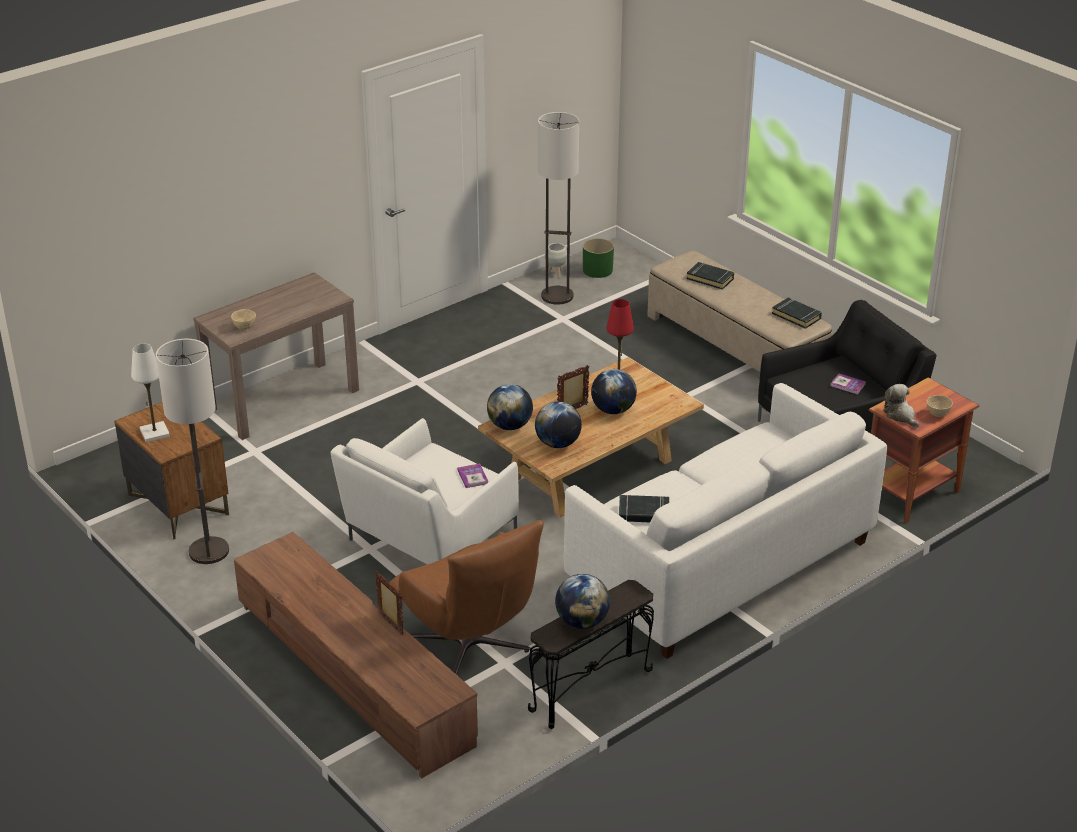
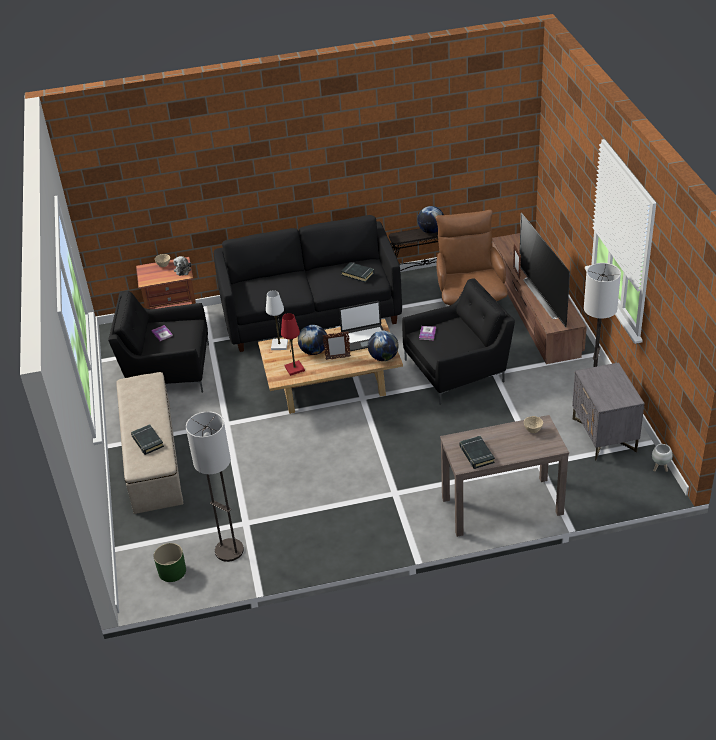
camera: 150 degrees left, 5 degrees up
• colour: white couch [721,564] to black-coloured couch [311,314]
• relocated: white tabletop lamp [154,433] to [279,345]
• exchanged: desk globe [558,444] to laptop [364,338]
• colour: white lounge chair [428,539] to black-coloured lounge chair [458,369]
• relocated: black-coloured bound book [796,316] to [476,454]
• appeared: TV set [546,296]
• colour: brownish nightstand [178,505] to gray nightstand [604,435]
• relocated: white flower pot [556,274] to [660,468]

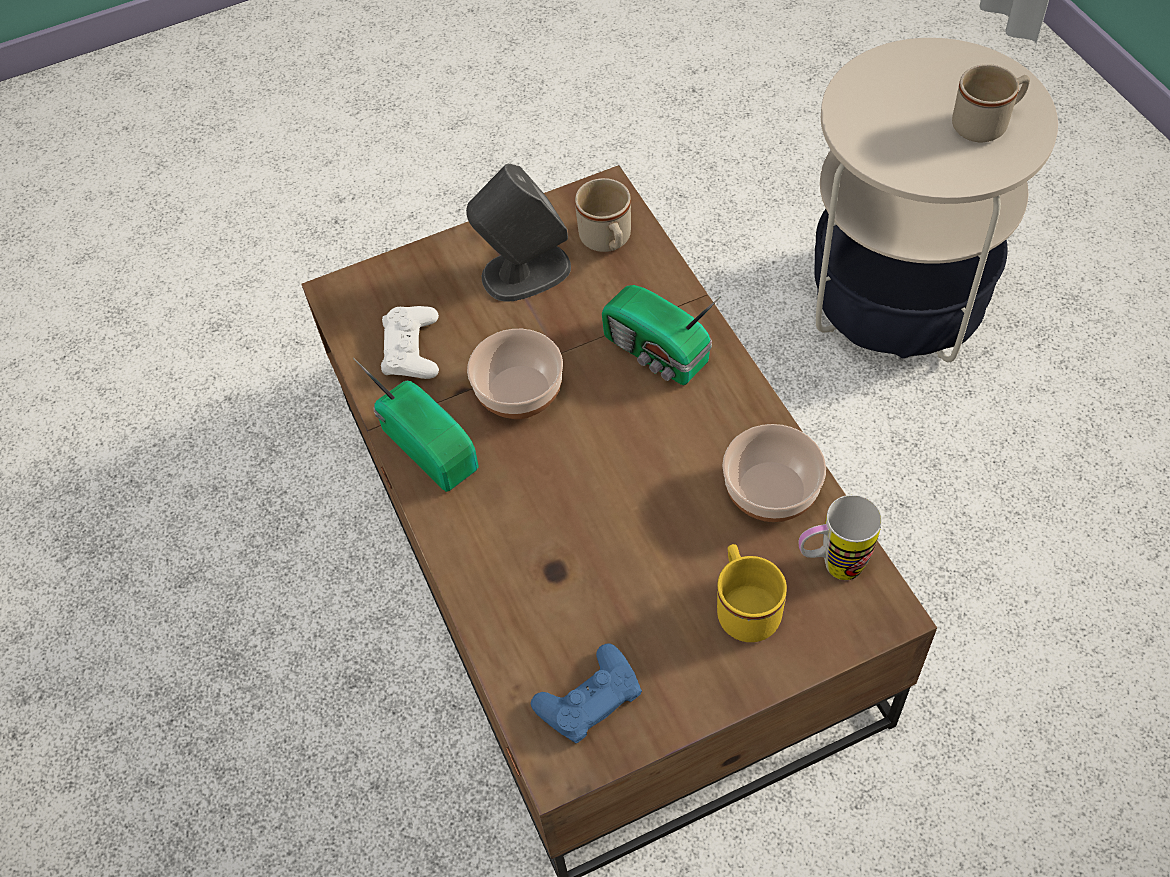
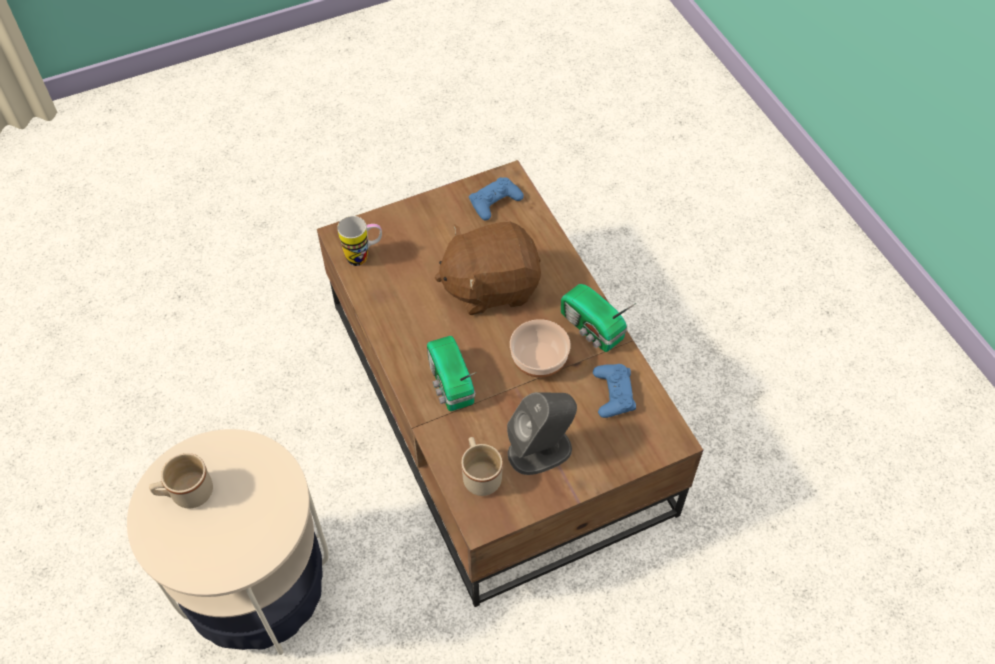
camera: 175 degrees right, 0 degrees up
• spun: radio [657,353] = [449,384] 150 degrees counterclockwise
• appeared: brownish soft toy [490,286]
• colour: white game controller [412,349] to blue game controller [613,393]
• missing: yellowish tea mug [745,606]
• missing: serving bowl [771,491]

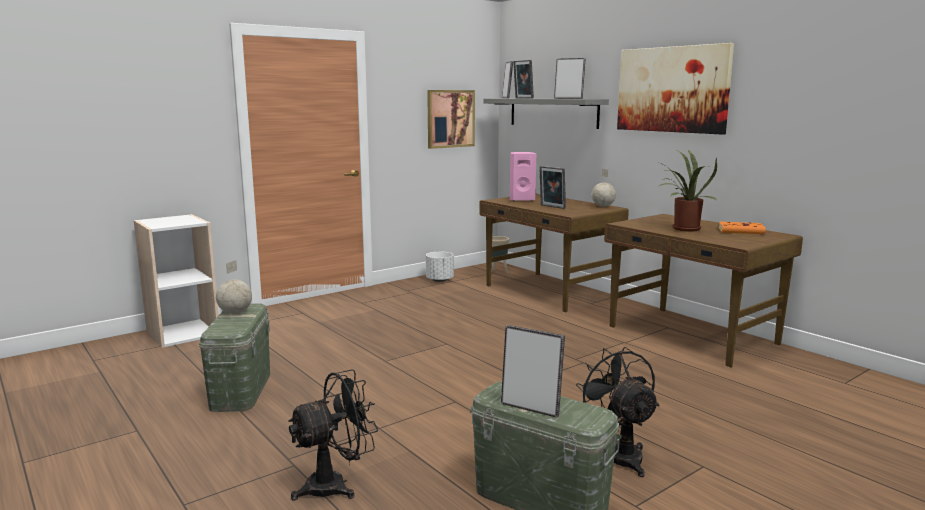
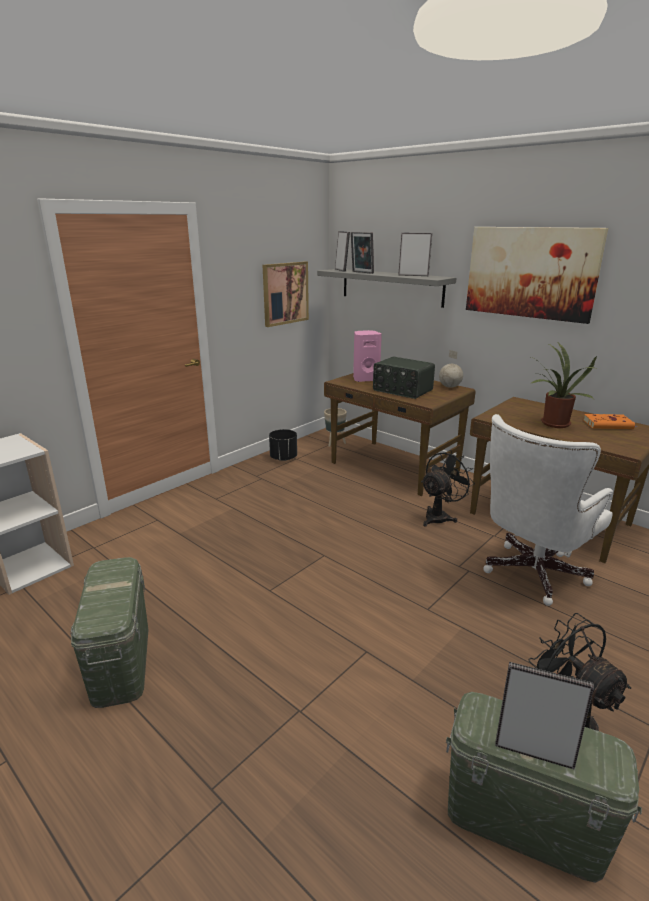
camera: 10 degrees left, 10 degrees up
• colour: white flower pot [440,280] to black-coloured flower pot [284,458]
• exchanged: standing frame [551,207] to radio [402,390]
• relocated: black-coloured fan [336,485] to [440,516]
• appeared: white office chair [532,575]
• missing: desk globe [235,313]

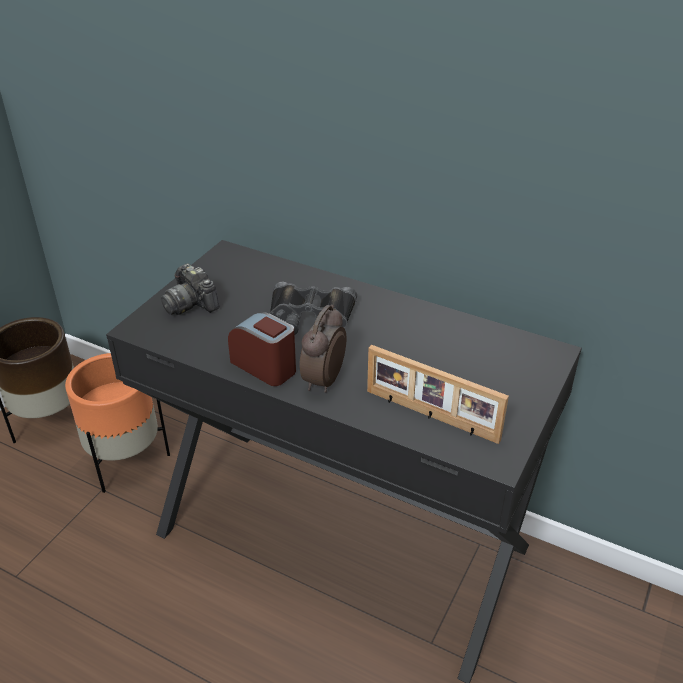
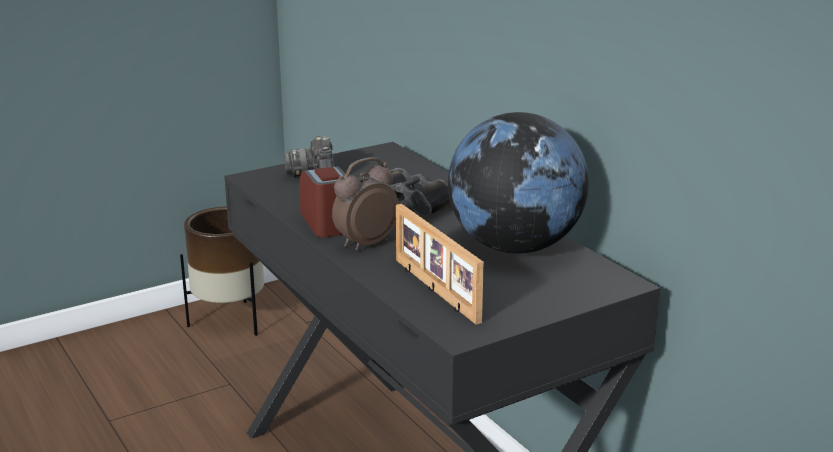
camera: 30 degrees right, 15 degrees down
• appeared: desk globe [515,247]
• missing: orangey flower pot [126,460]

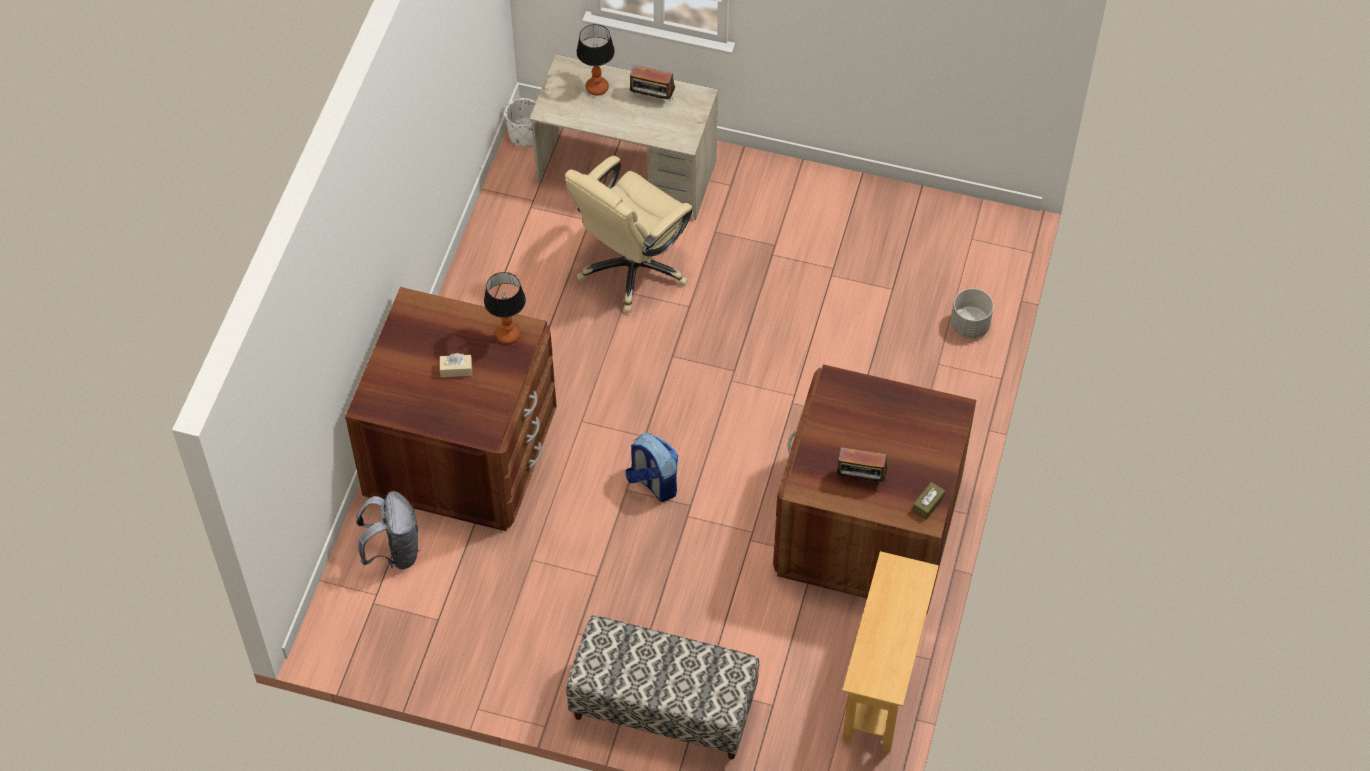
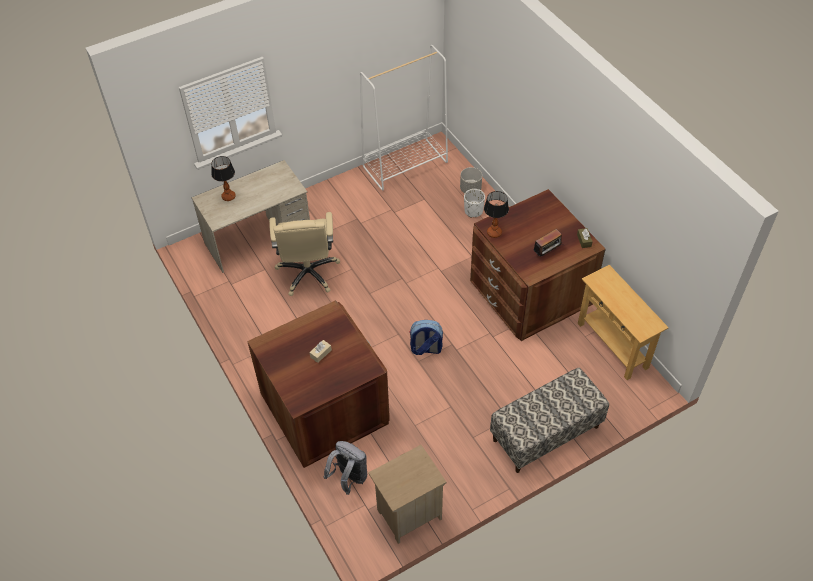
camera: 45 degrees left, 5 degrees down
• appeared: white clothes rack [405,165]
• appeared: beige-coloured nightstand [407,513]
• relocated: white flower pot [524,135] to [473,211]
• relocated: tabletop lamp [508,335] to [494,233]
• missing: radio [652,98]

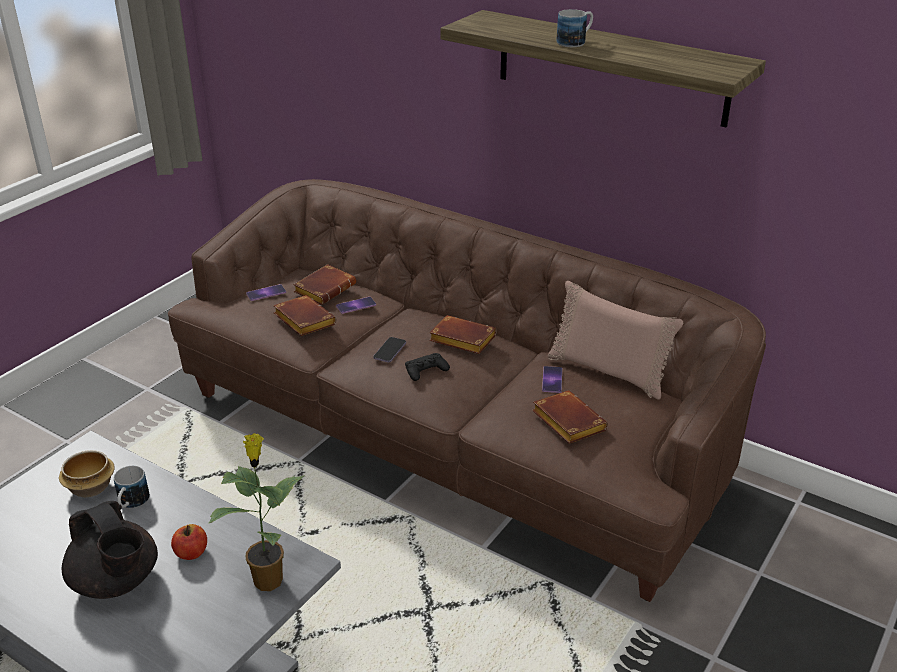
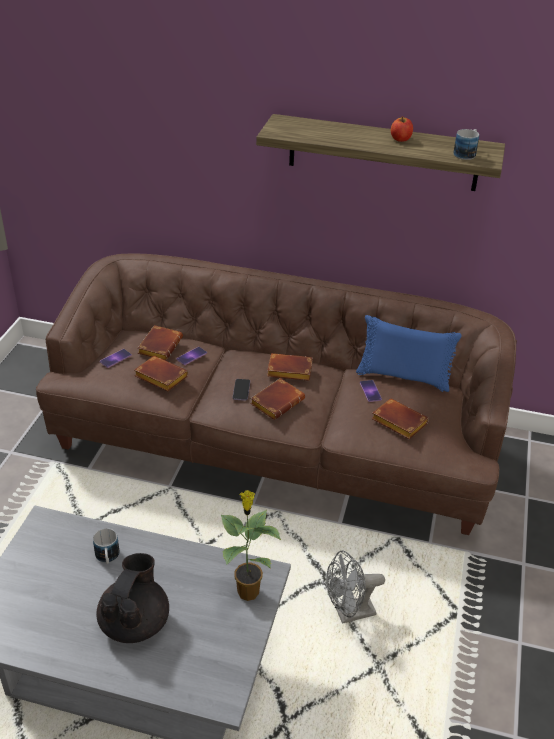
camera: 20 degrees left, 5 degrees up
• spun: black-coloured pot for tea [116,582] = [135,622] 105 degrees counterclockwise
• exchanged: black-coloured game controller [426,370] to brownish bound book [277,401]
• appeared: gray fan [349,613]
• colour: beige-coloured throw pillow [608,372] to blue throw pillow [403,377]
• relocated: whole apple [191,553] to [400,139]
• relocated: tea mug [575,42] to [466,153]
• missing: serving bowl [90,488]

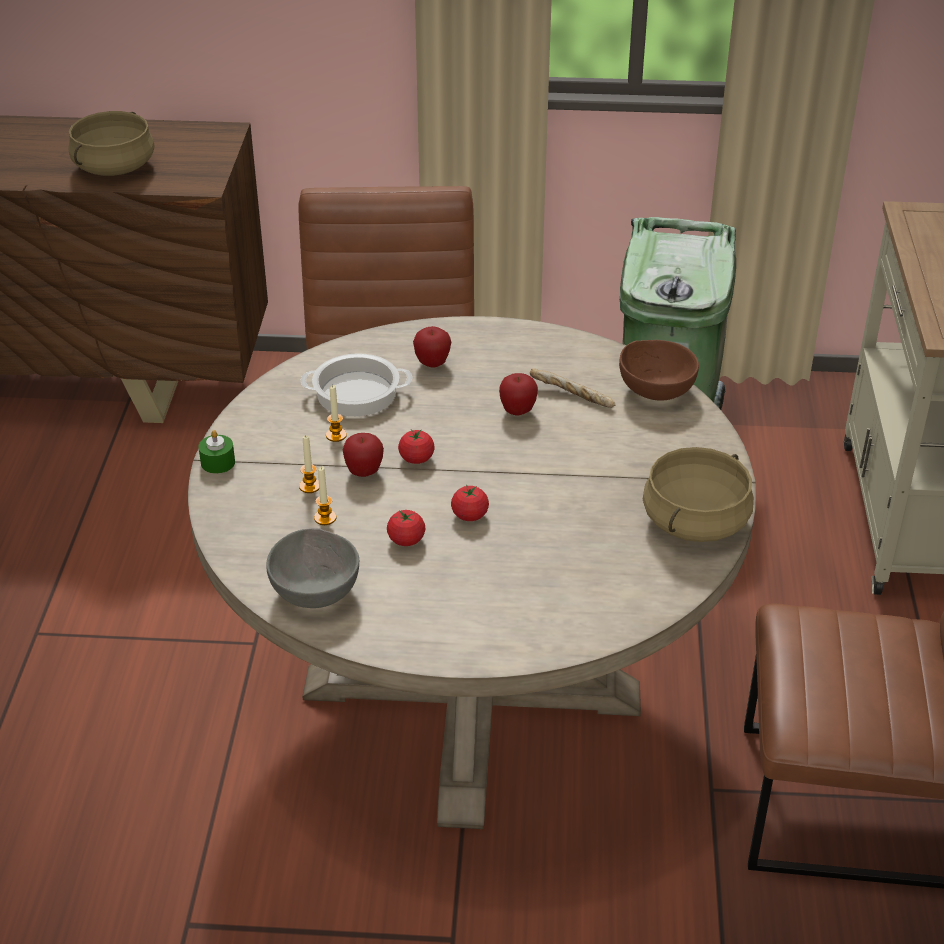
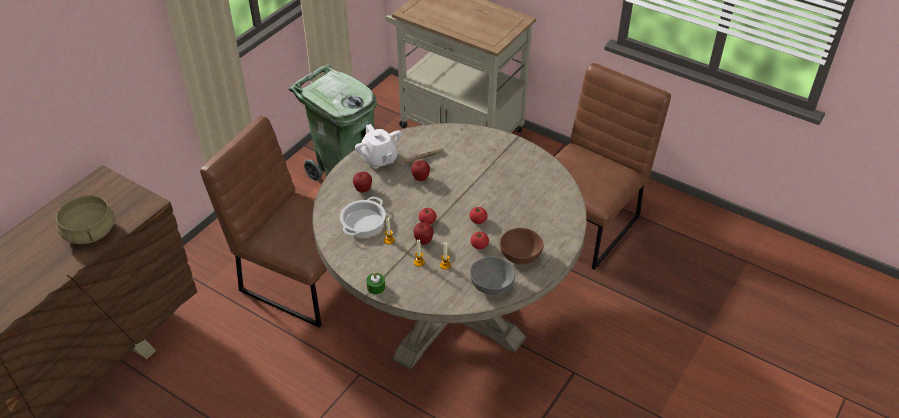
camera: 60 degrees left, 5 degrees up
• appeared: white pot for tea [379,159]
• relocated: brownish serving bowl [655,389] to [519,256]
• missing: beige-coloured saucepot [696,522]

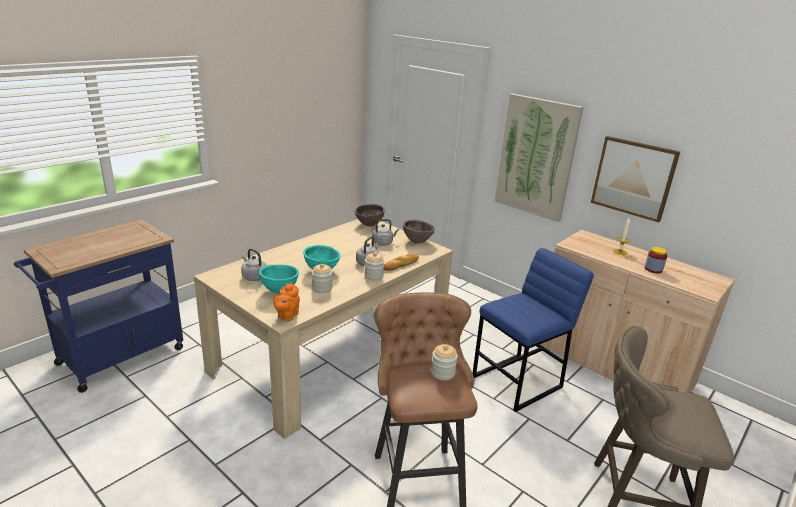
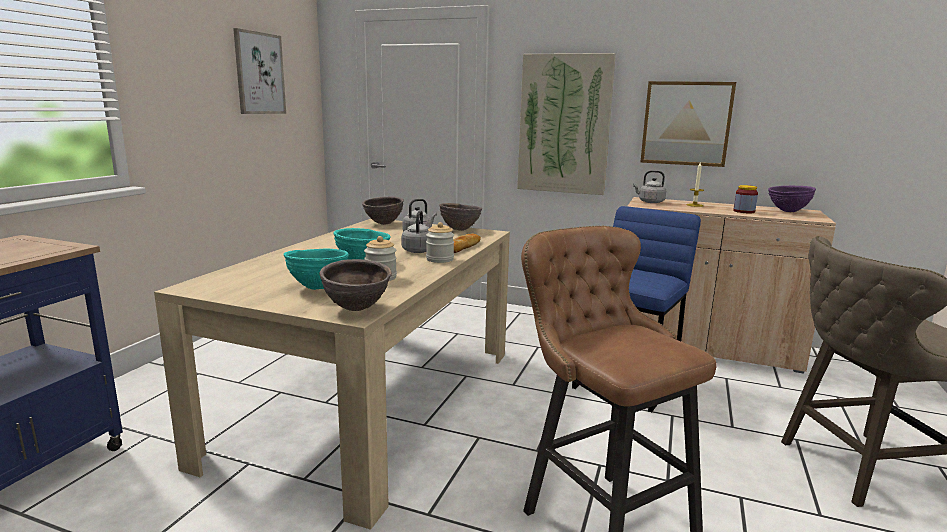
camera: 20 degrees left, 10 degrees down
• appeared: wall picture [259,73]
• exchanged: orangey pot for tea [287,316] to brownish serving bowl [356,309]
• relocated: gray tea kettle [253,277] to [649,202]
• appeared: purple serving bowl [788,211]
• missing: storage jar [442,373]

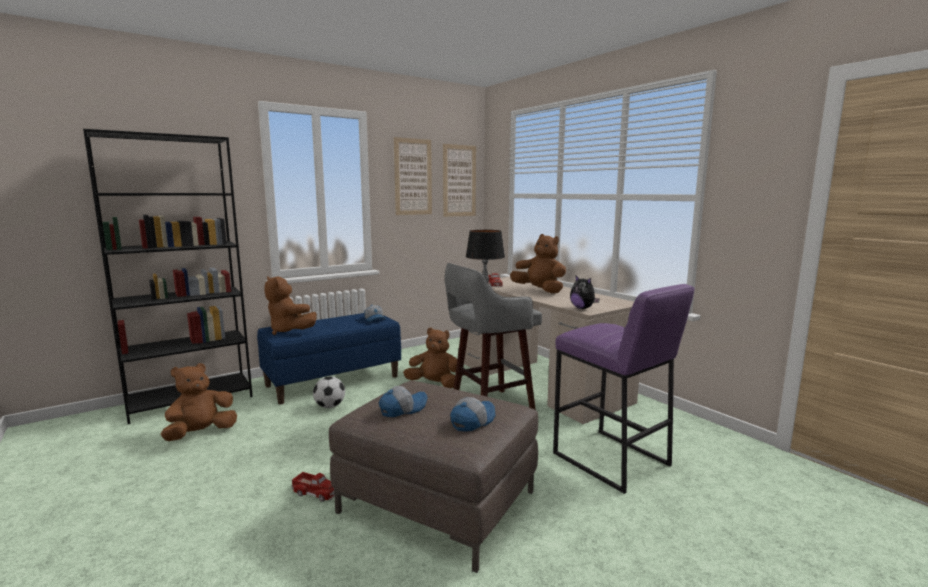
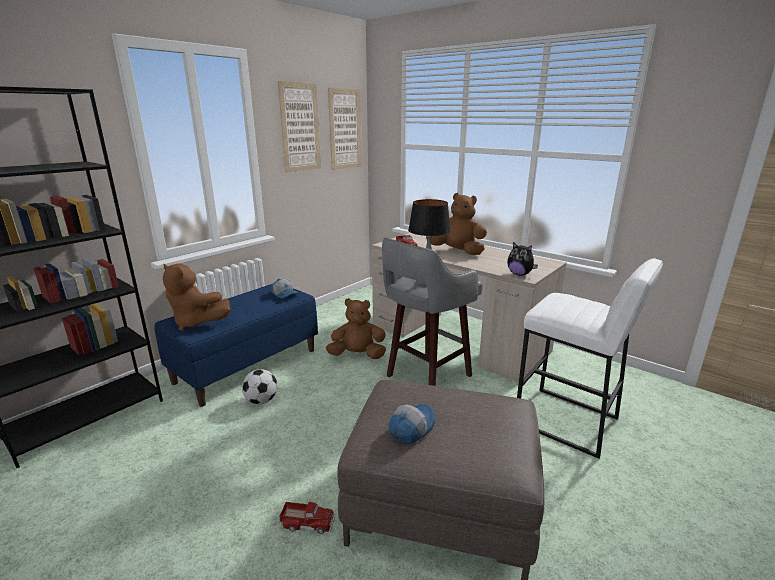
camera: 15 degrees left, 10 degrees up
• colour: purple sitting stool [612,460] to white sitting stool [568,421]
• missing: brownish soft toy [201,433]
• missing: cap [472,421]

